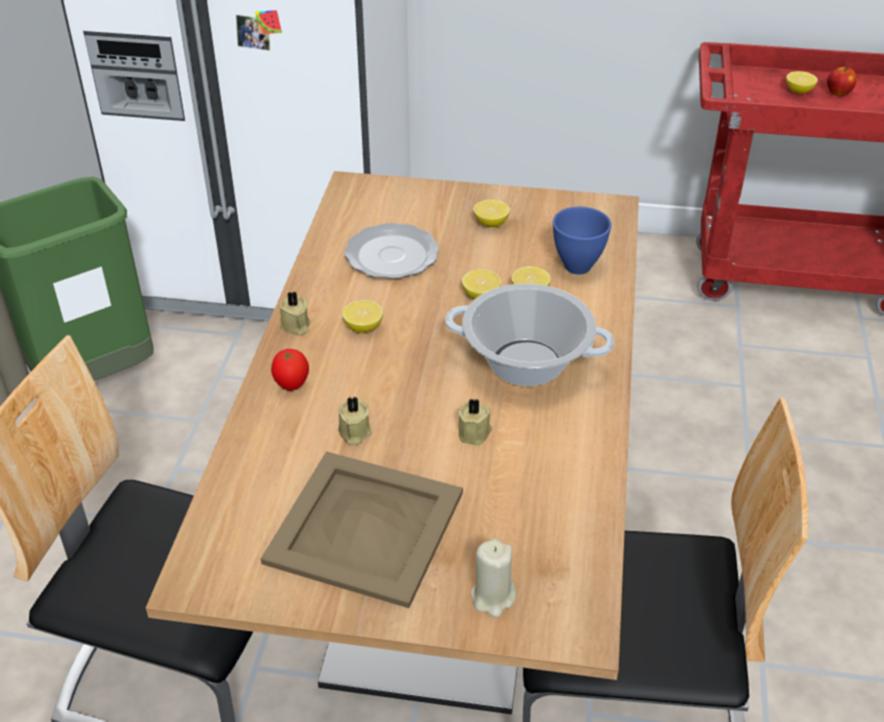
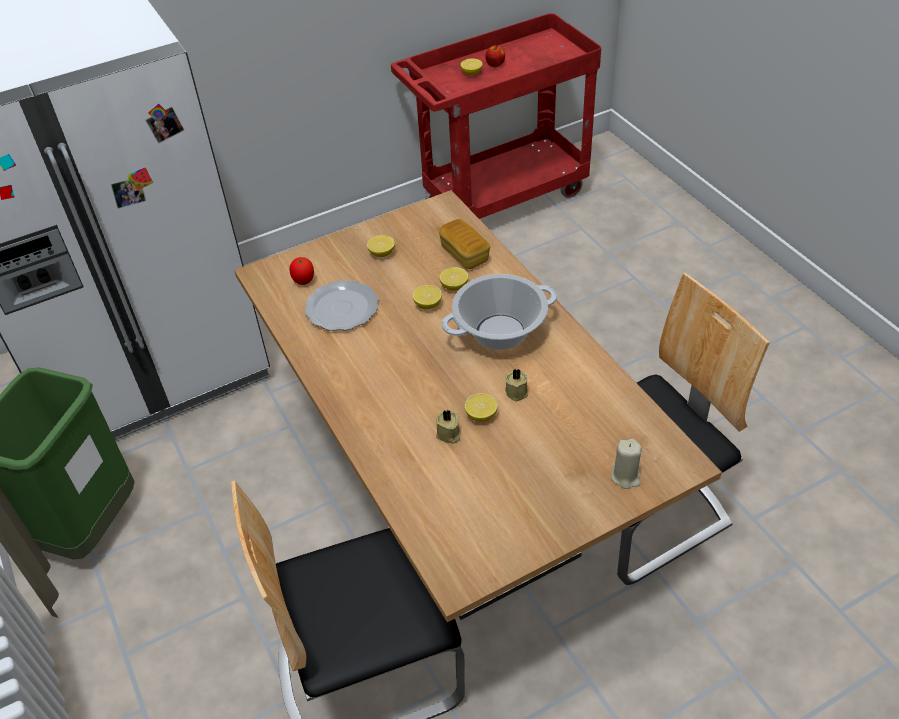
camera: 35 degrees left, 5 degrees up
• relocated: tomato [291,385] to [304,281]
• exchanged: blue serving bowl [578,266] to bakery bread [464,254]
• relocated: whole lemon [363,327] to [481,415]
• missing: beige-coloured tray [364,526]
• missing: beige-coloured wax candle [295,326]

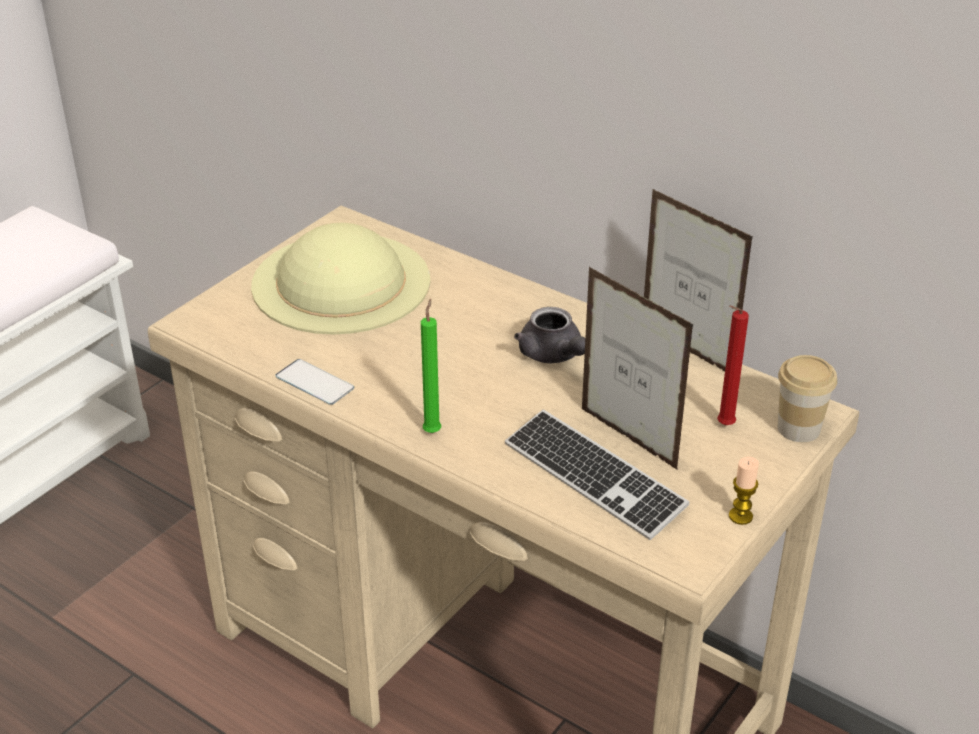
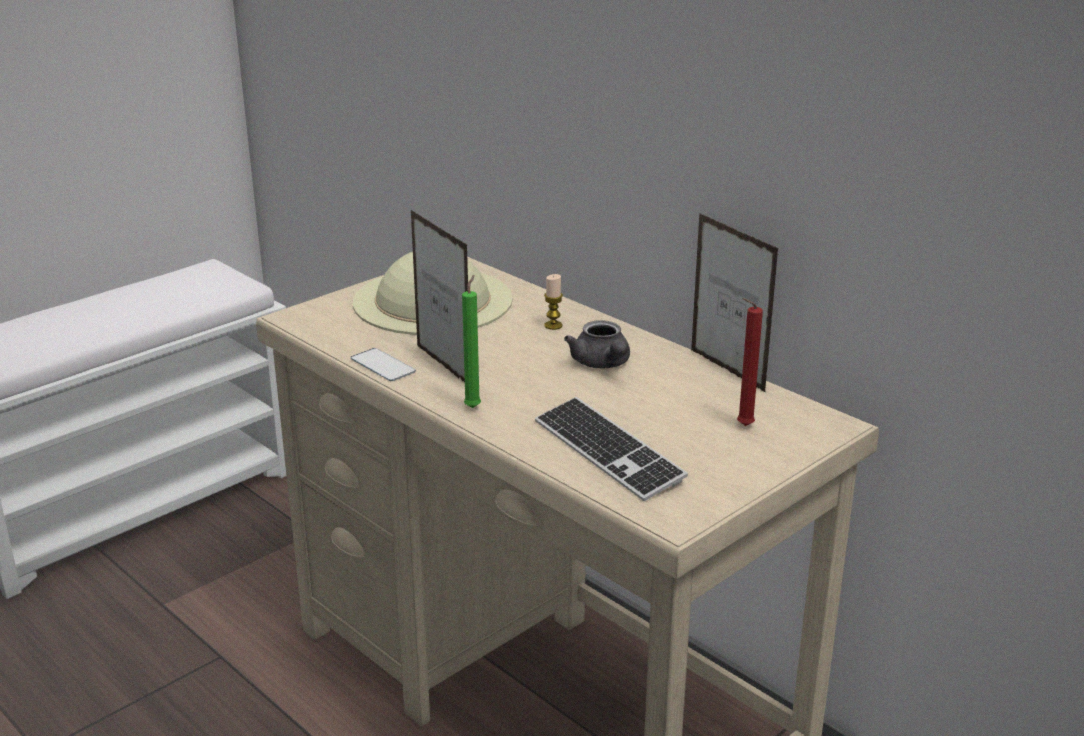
camera: 10 degrees right, 10 degrees down
• relocated: standing frame [628,439] to [443,366]
• relocated: wax candle [740,516] to [553,325]
• missing: drinking cup [798,428]

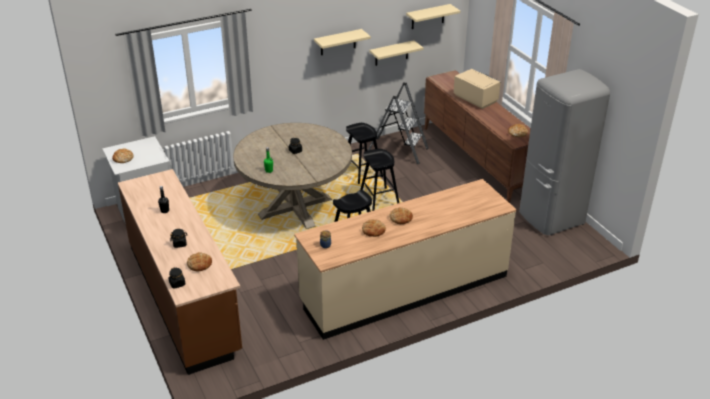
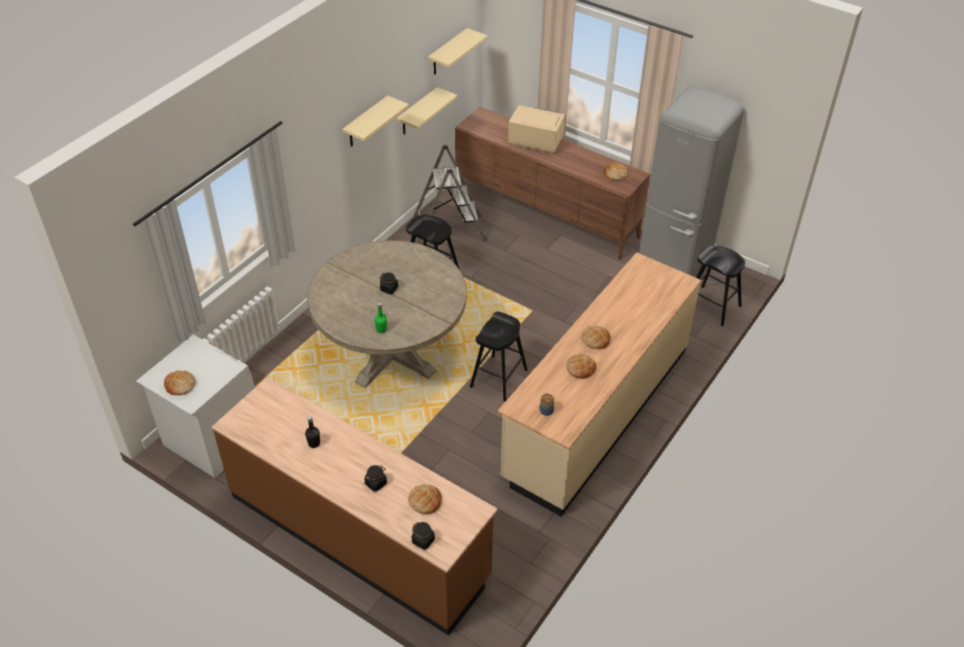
camera: 30 degrees left, 10 degrees up
• relocated: black-coloured sitting stool [379,200] to [712,306]

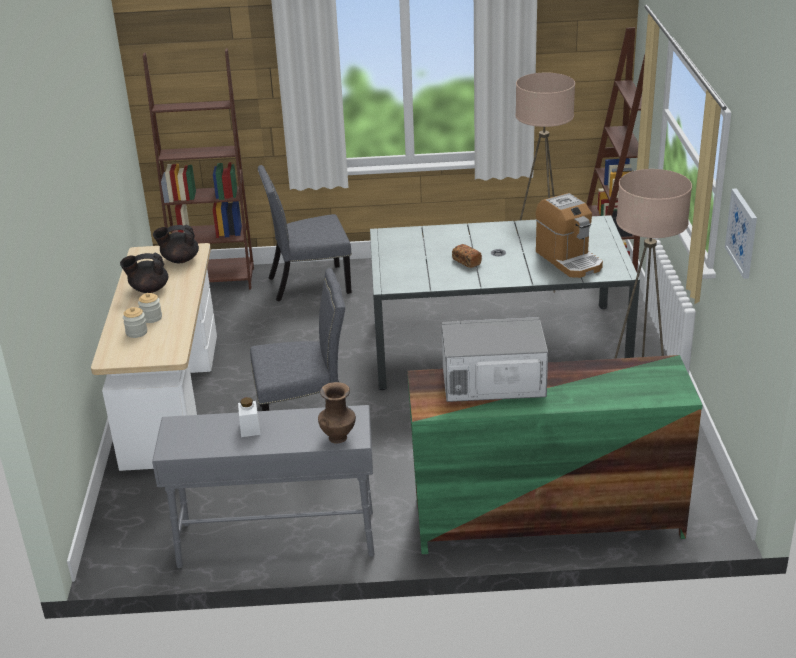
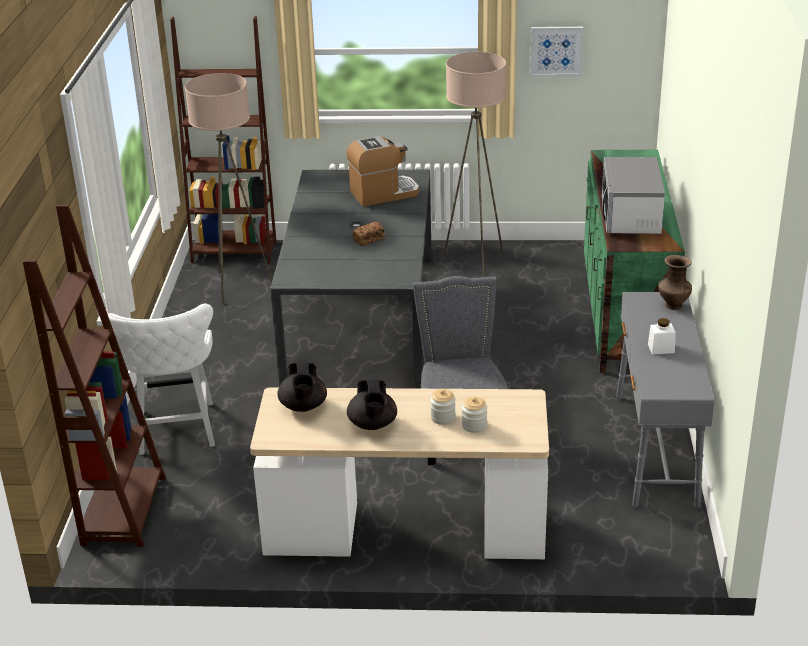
camera: 85 degrees left, 0 degrees up
• exchanged: gray upright chair [311,284] to white sitting stool [176,431]

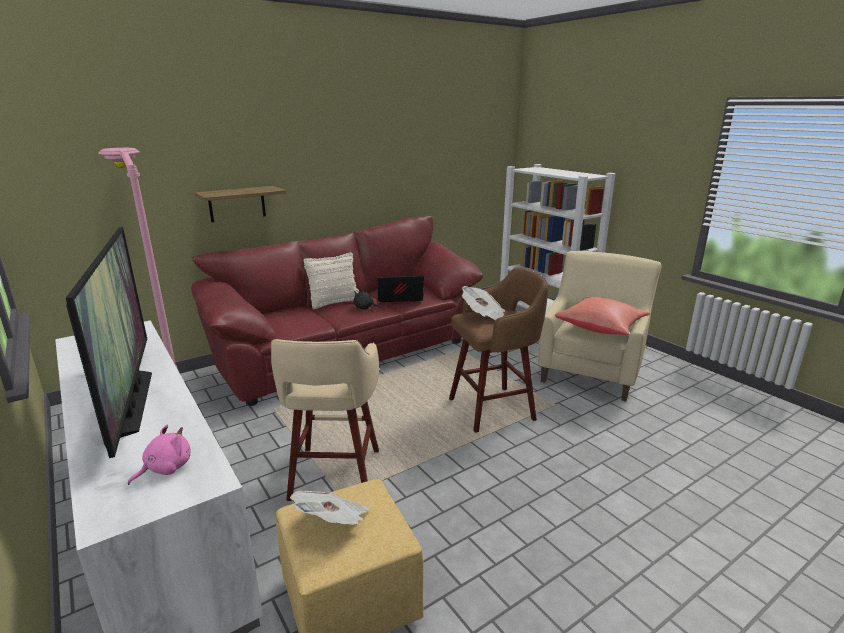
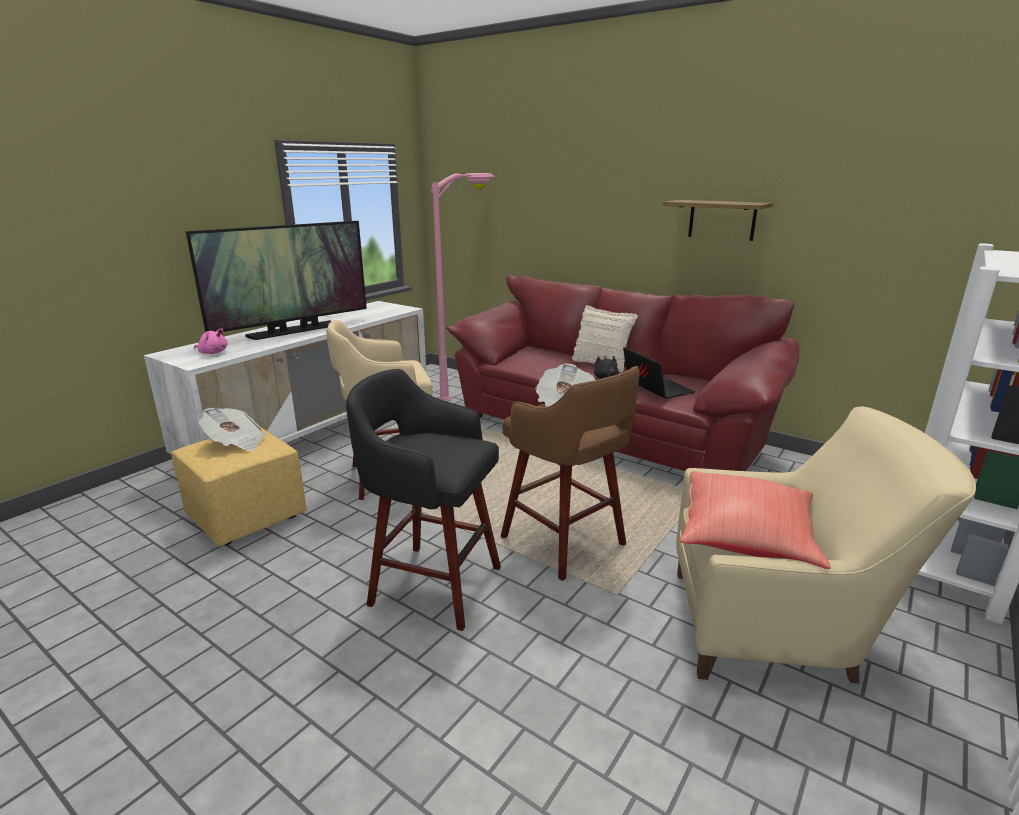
camera: 70 degrees right, 0 degrees up
• appeared: black-coloured sitting stool [432,584]
• relocated: shelf [237,204] to [722,220]

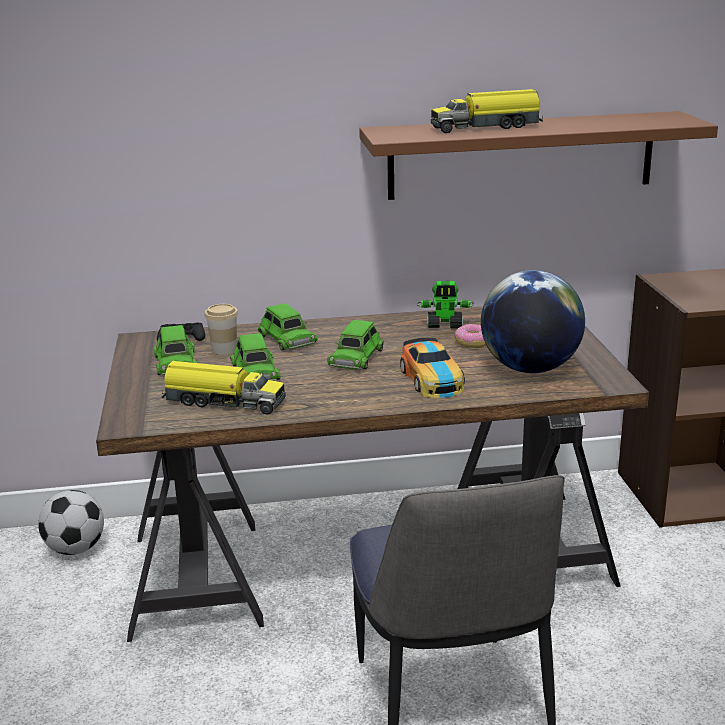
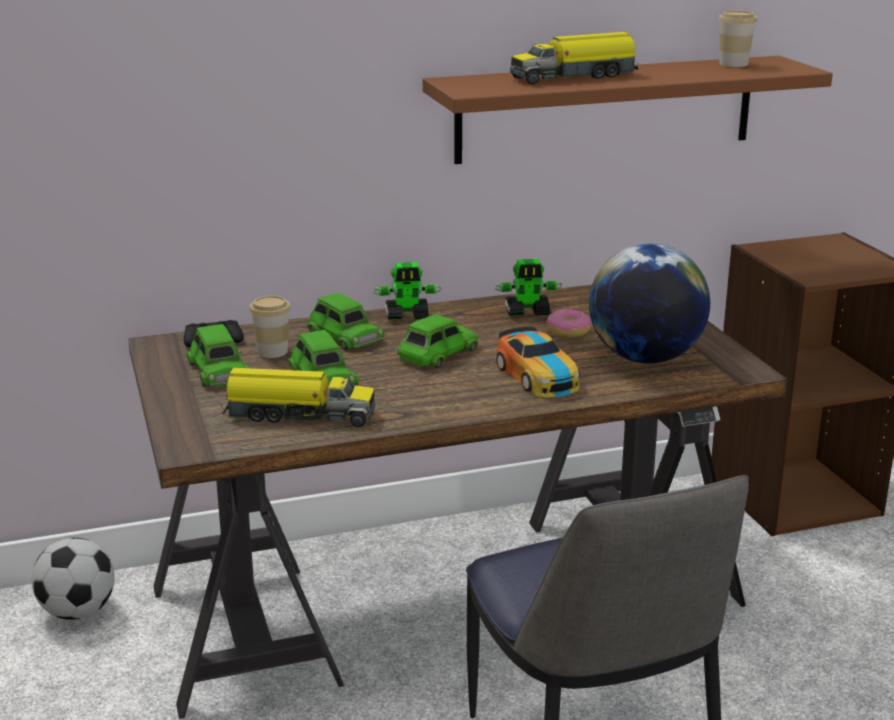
camera: 10 degrees left, 0 degrees up
• appeared: model robot [407,316]
• spun: greenish model car [356,357] = [437,354] 150 degrees counterclockwise
• appeared: drinking cup [733,64]

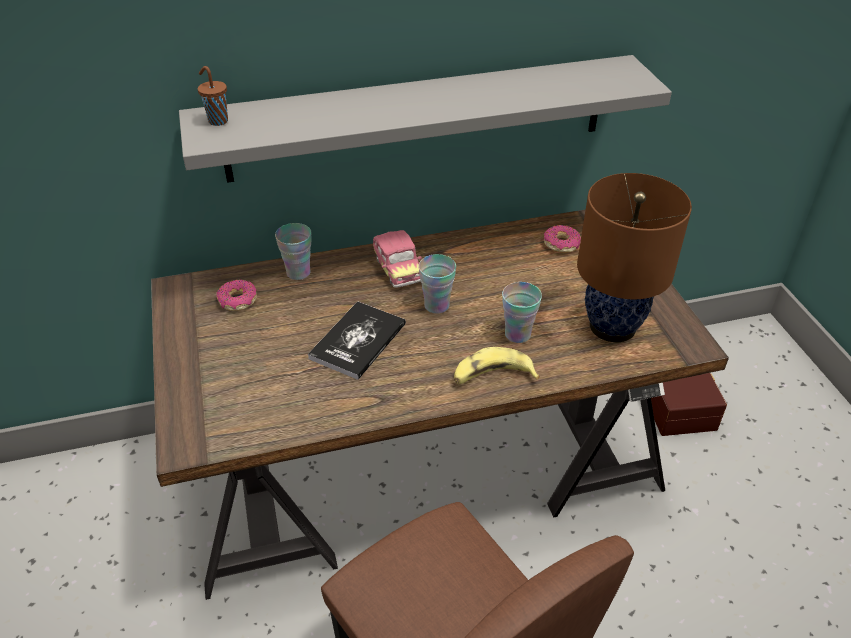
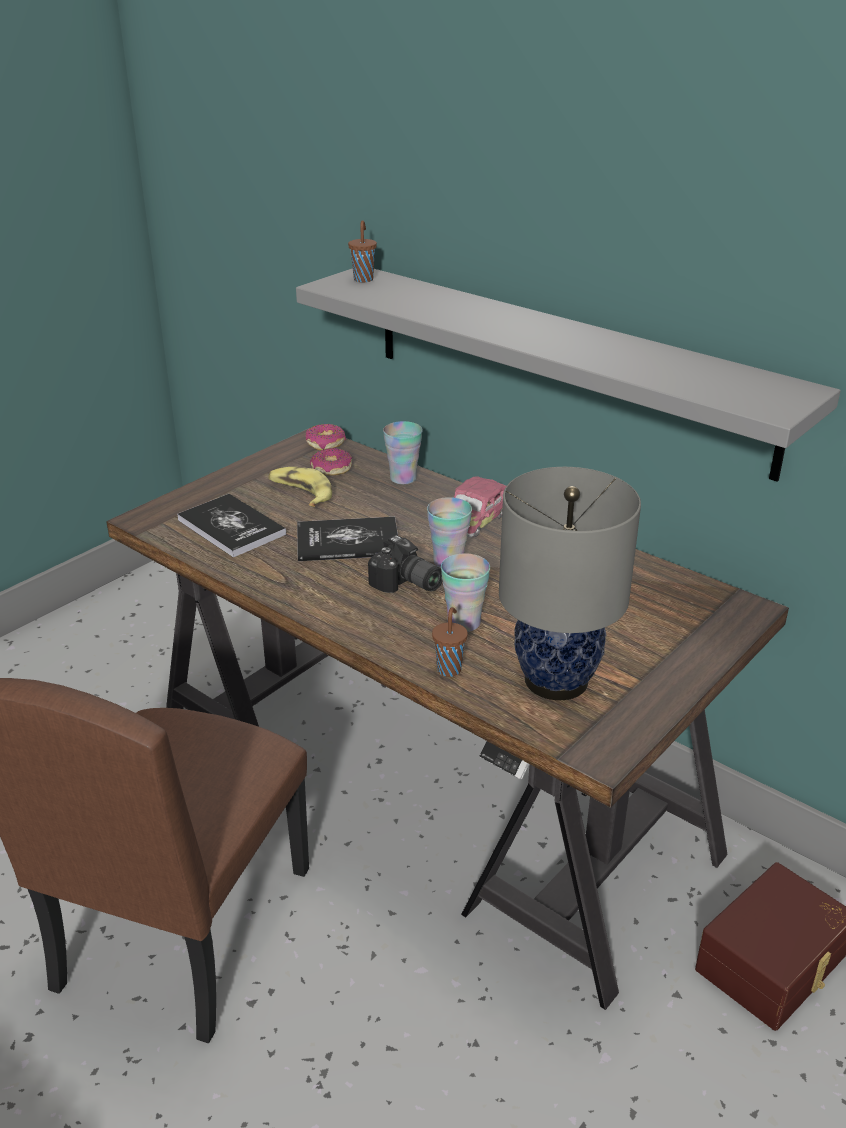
camera: 55 degrees right, 10 degrees down
• appeared: bound book [231,527]
• relocated: banana fruit [492,376] to [300,493]
• relocated: doughnut [561,244] to [326,443]
• appeared: still camera [406,584]
• appeared: brownish drinking cup [449,668]
• colour: brownish tabletop lamp [613,327] to gray tabletop lamp [555,680]

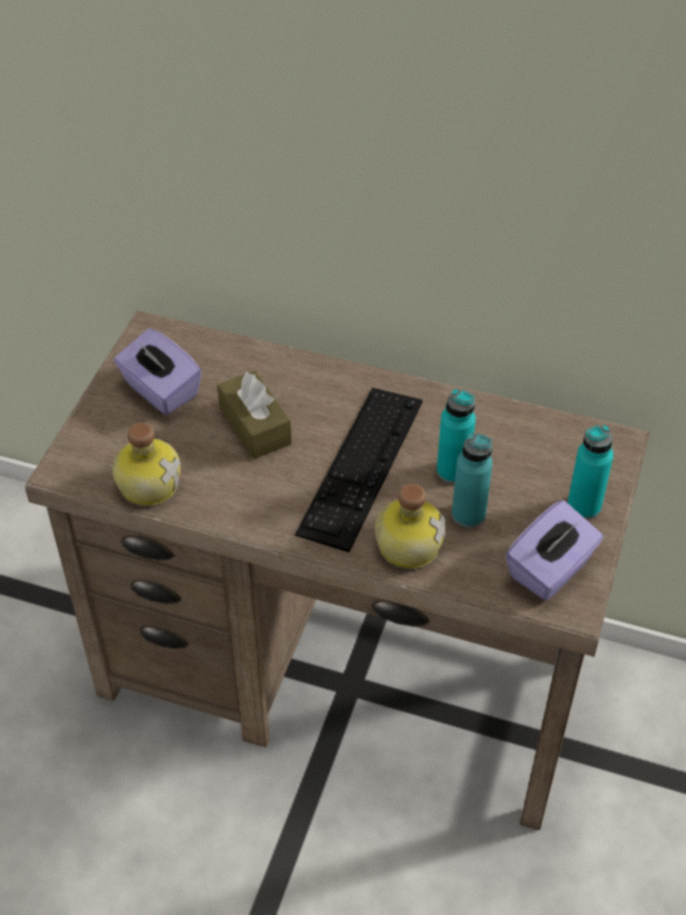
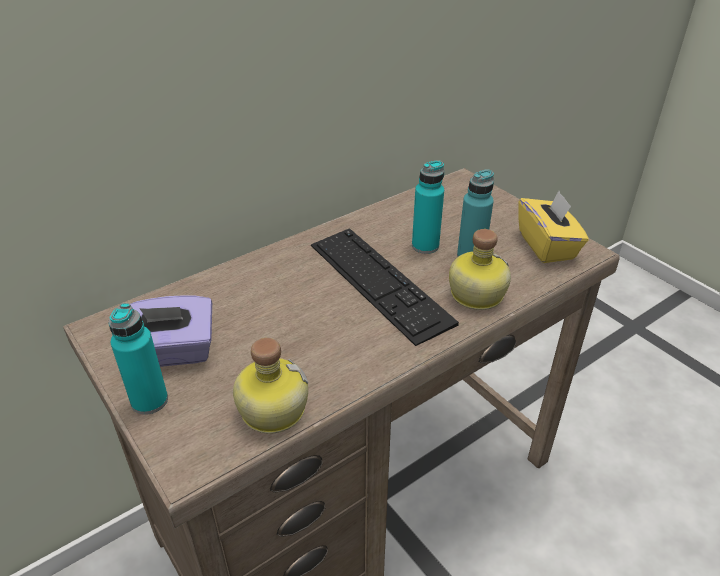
camera: 55 degrees left, 10 degrees down
• relocated: turquoise-coloured drink bottle [584,506] to [149,401]
• colour: purple box of tissues [551,569] to yellowish box of tissues [547,246]
• missing: brownish box of tissues [255,426]

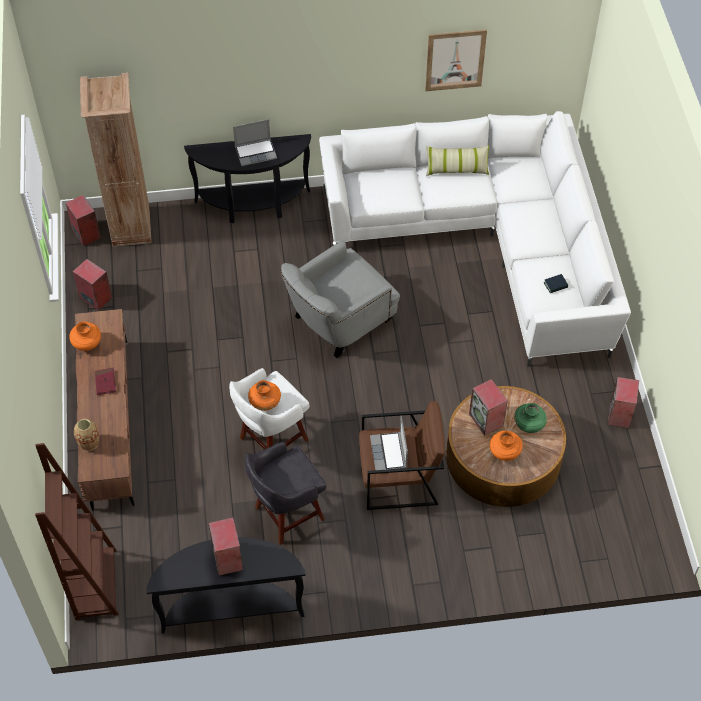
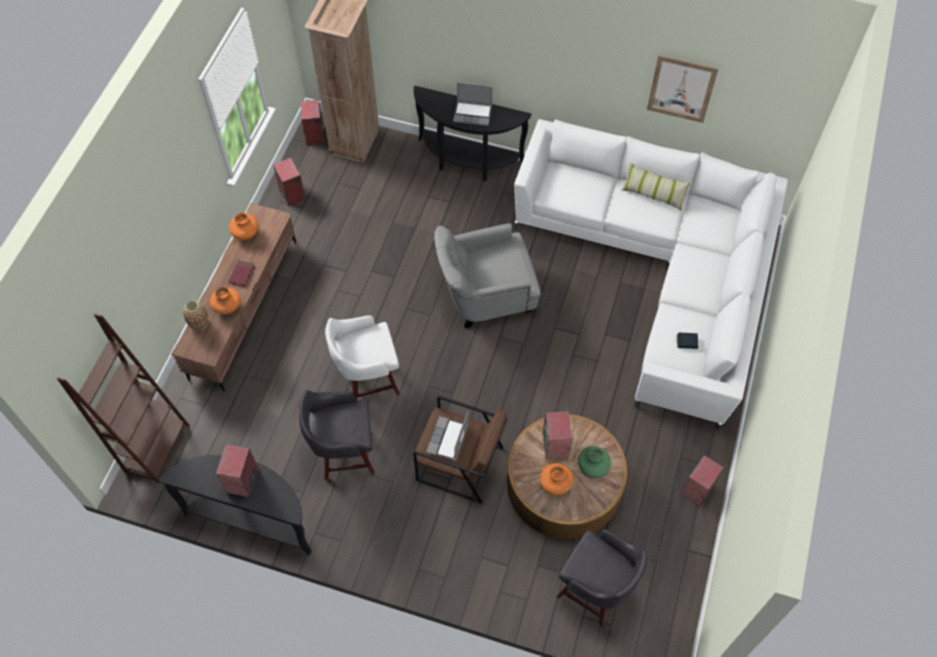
camera: 25 degrees right, 5 degrees up
• relocated: orangey decorative vase [265,403] to [227,307]
• appeared: gray sitting stool [594,593]

